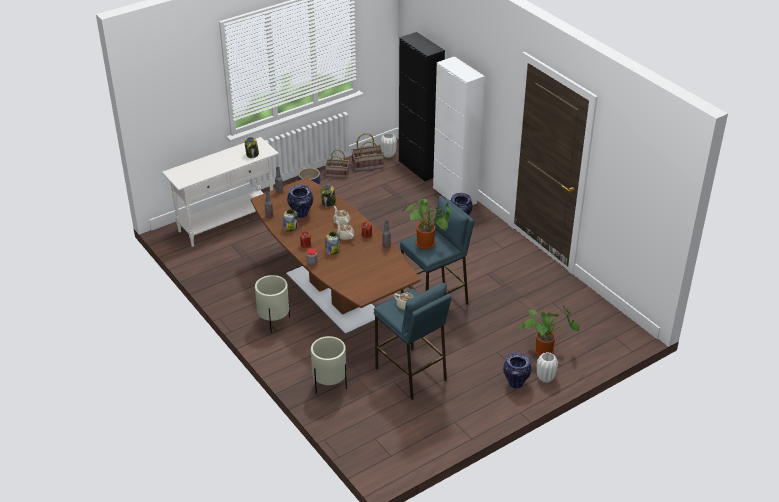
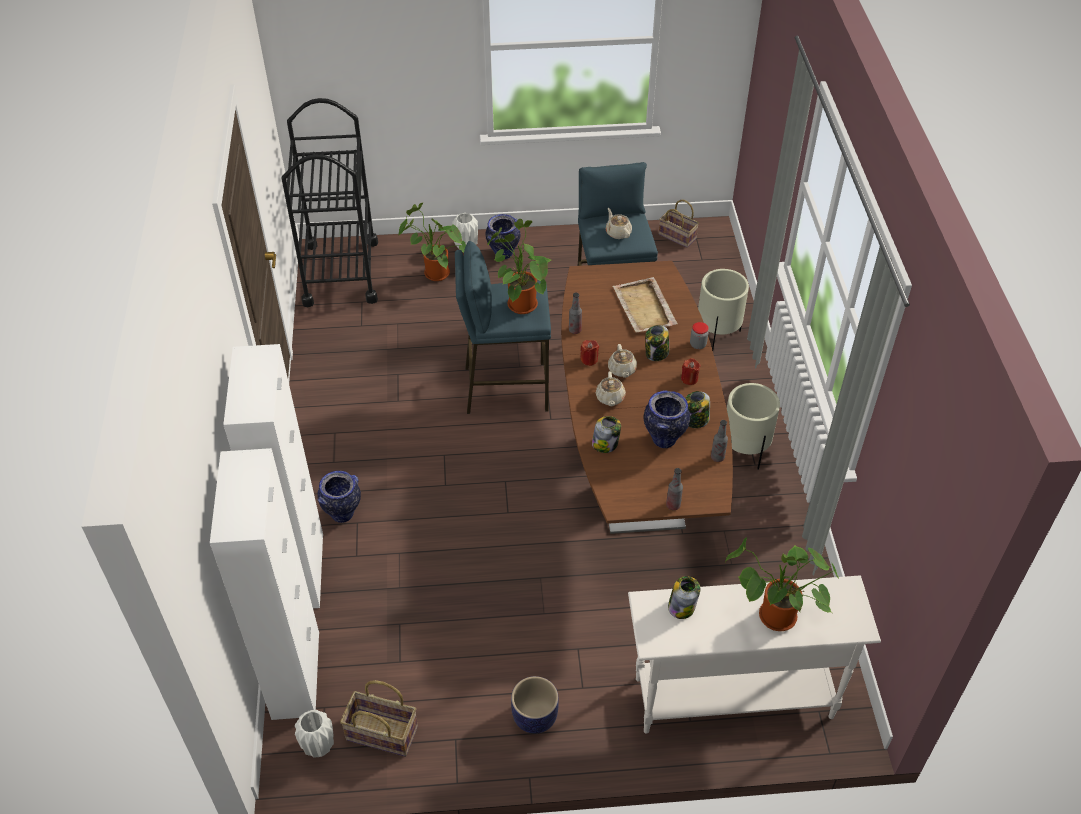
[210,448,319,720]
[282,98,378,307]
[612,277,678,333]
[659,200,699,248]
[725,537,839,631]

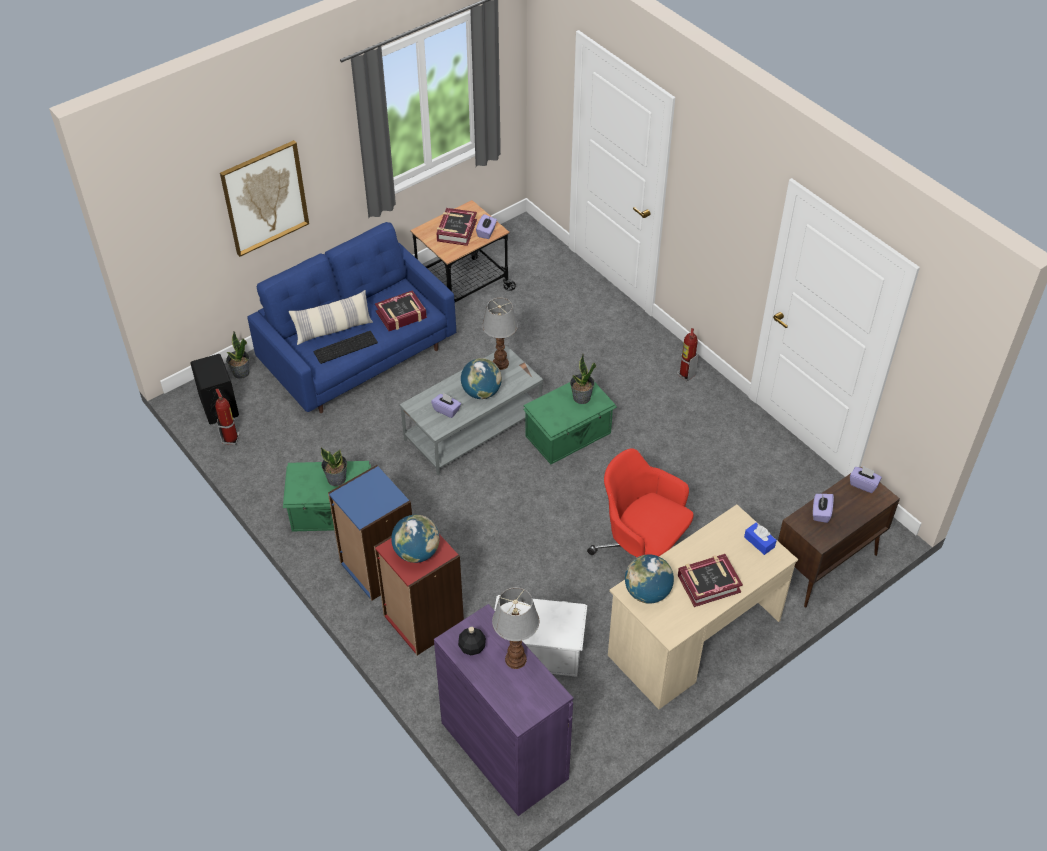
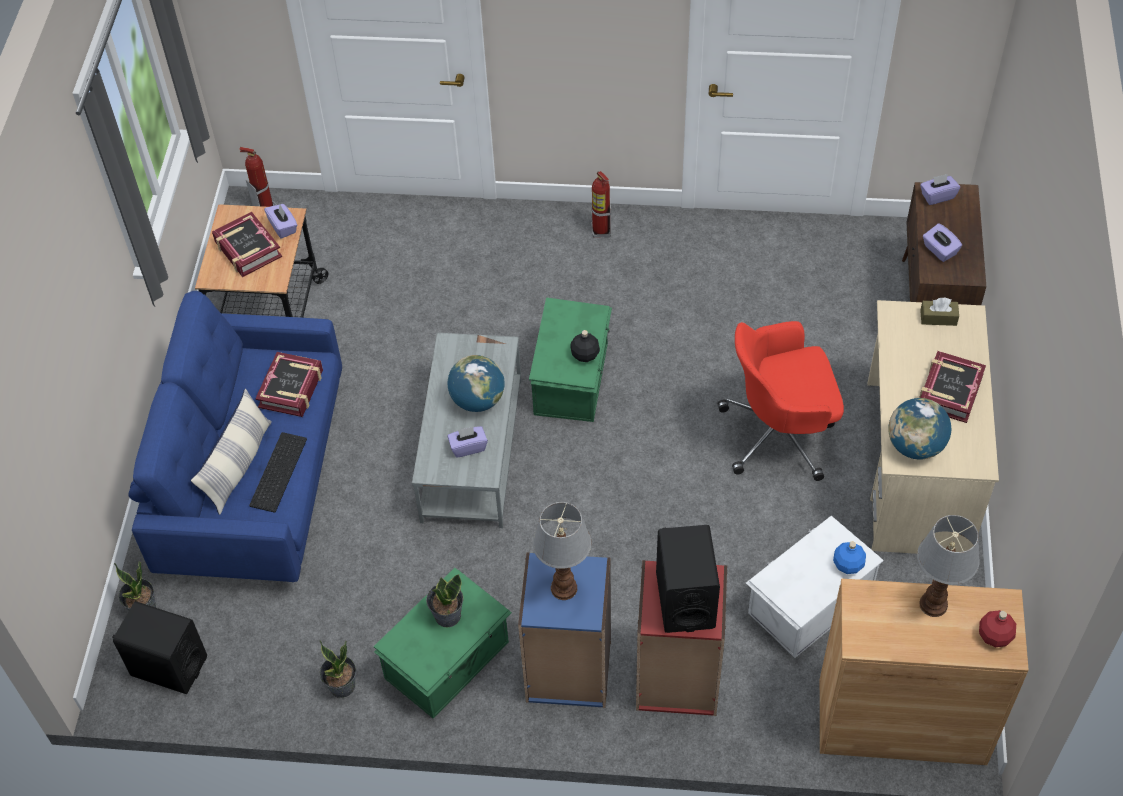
[239,147,277,207]
[320,640,356,698]
[533,502,591,600]
[570,330,600,362]
[656,525,720,633]
[820,579,1029,765]
[833,541,866,574]
[920,297,959,326]
[979,610,1016,647]
[220,140,309,257] (first image)

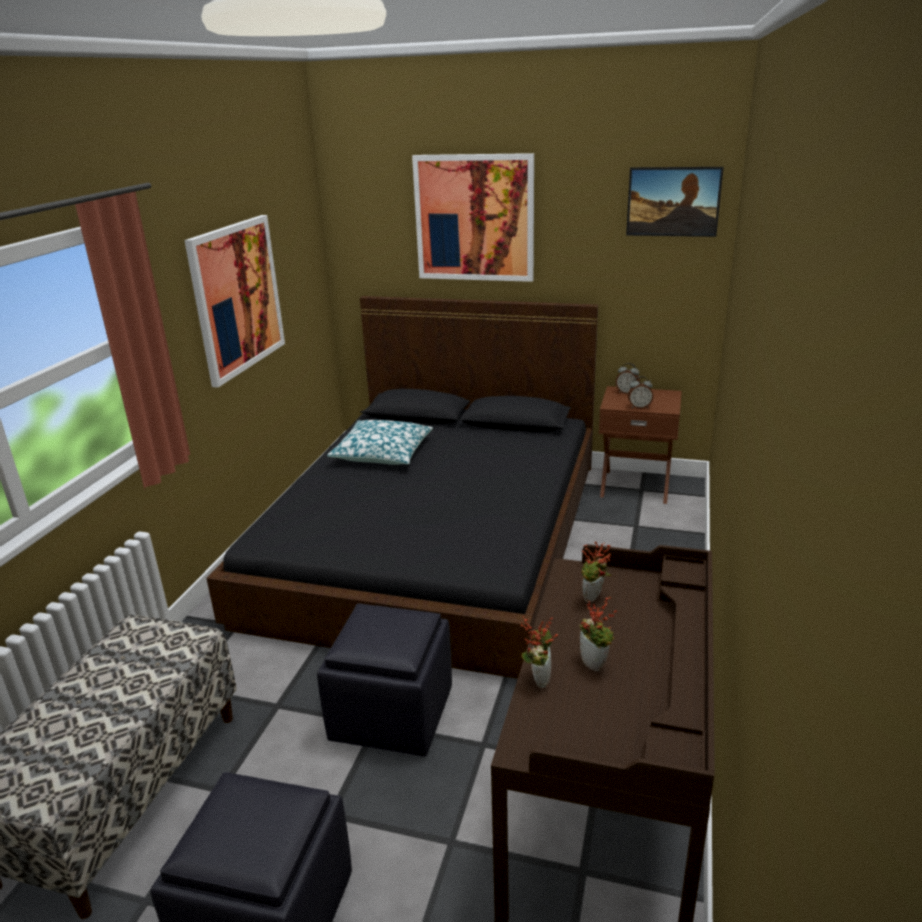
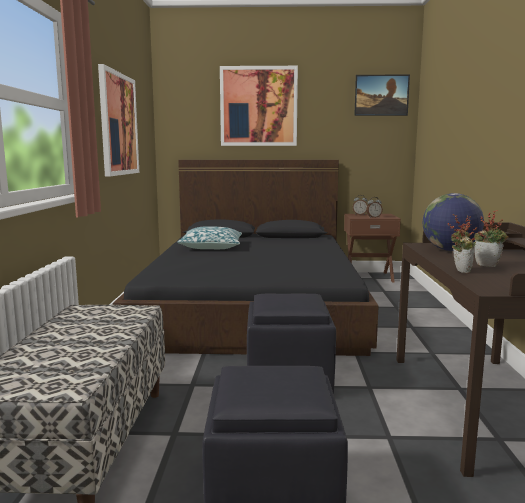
[423,193,484,251]

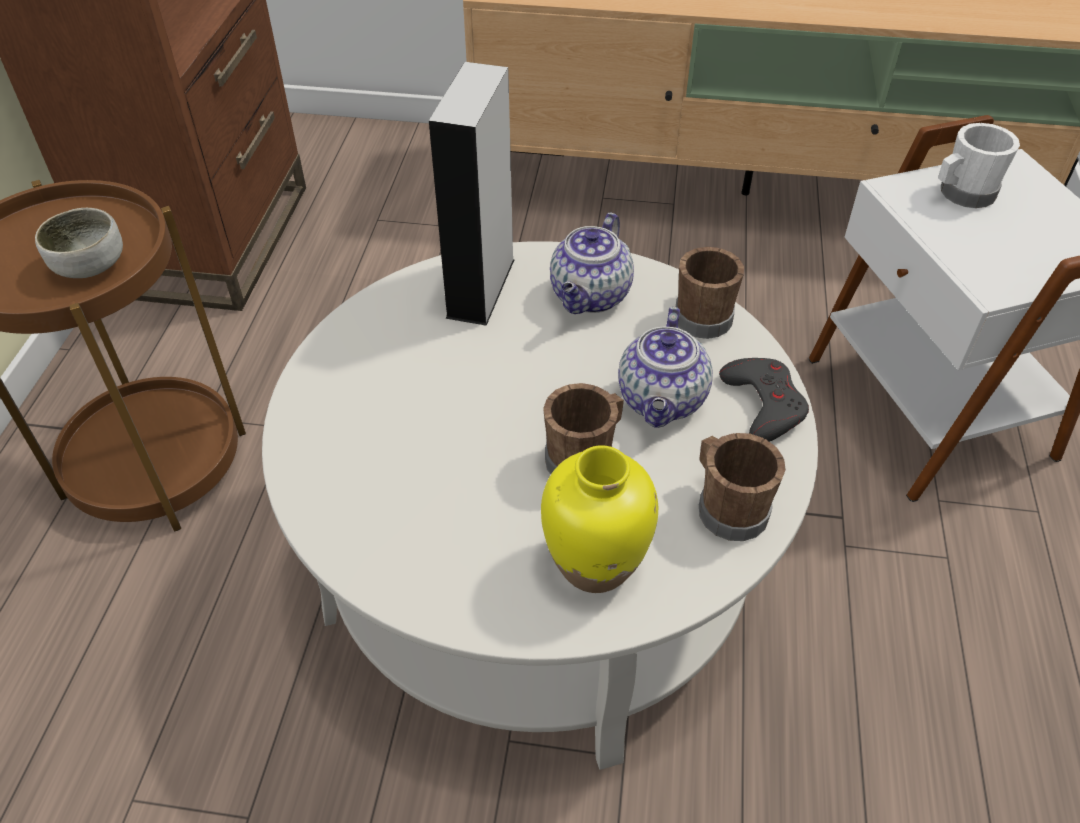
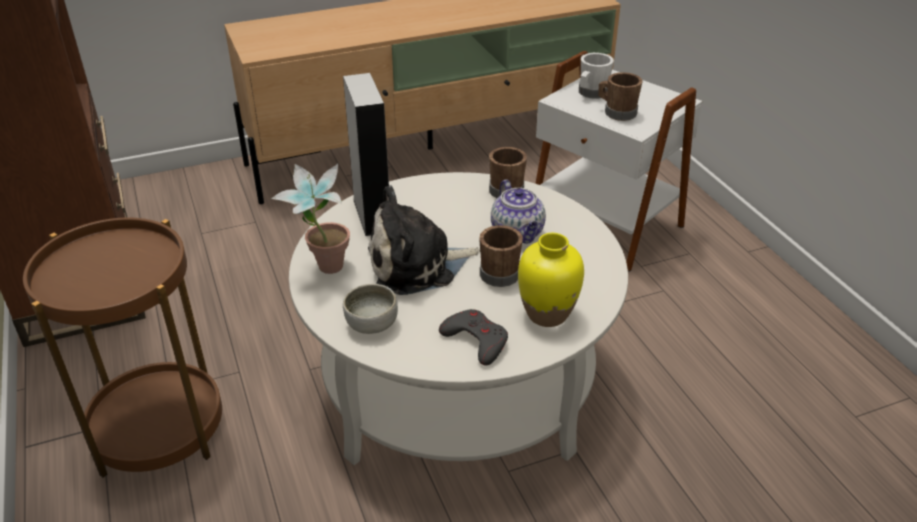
[271,163,350,274]
[343,284,398,334]
[368,185,480,295]
[439,309,508,365]
[598,72,643,121]
[550,213,634,314] (first image)

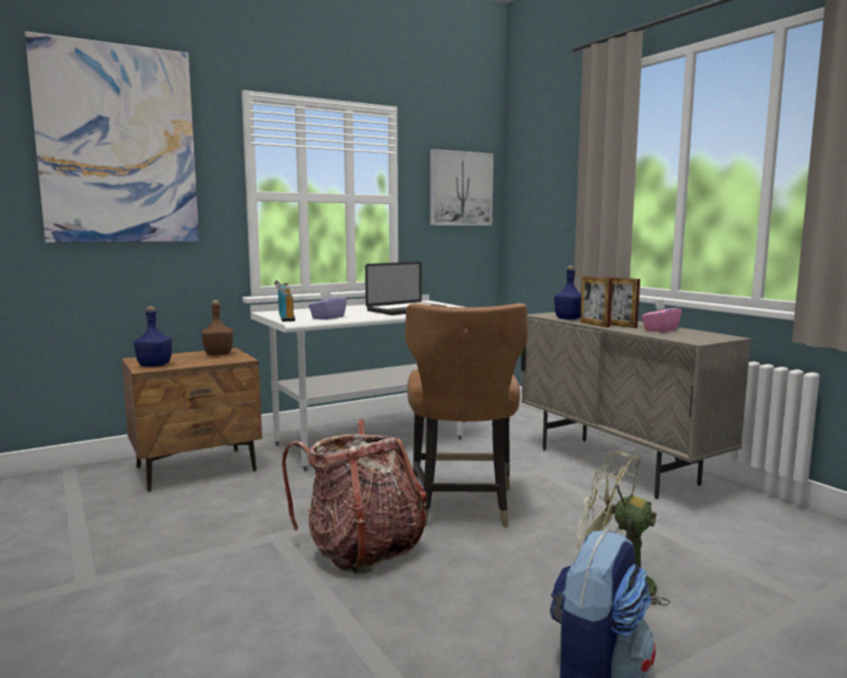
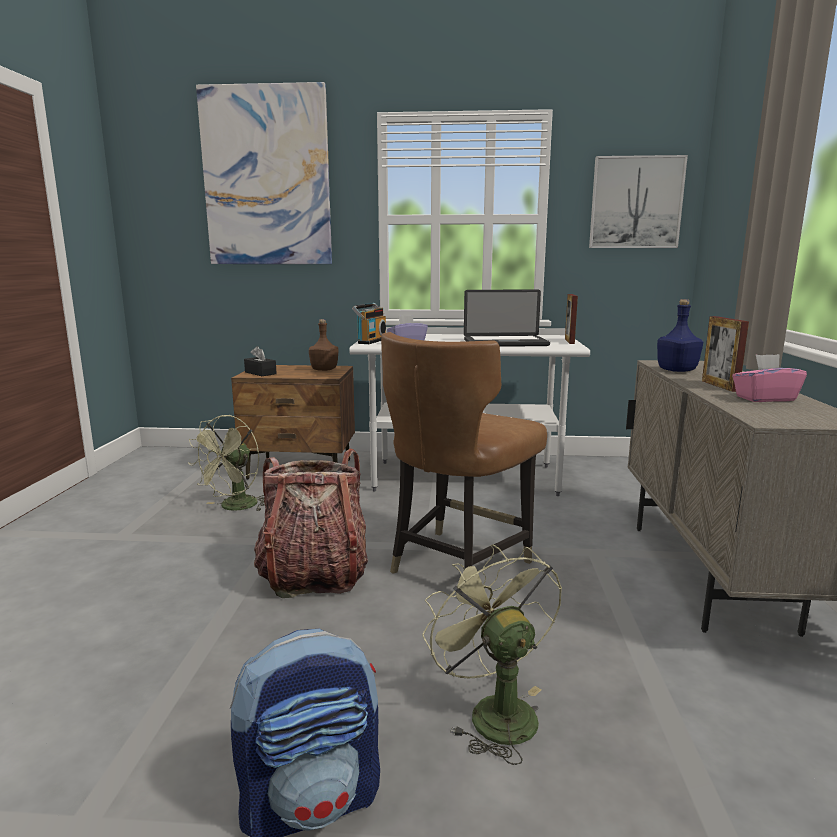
[188,415,265,511]
[244,346,277,376]
[565,294,578,344]

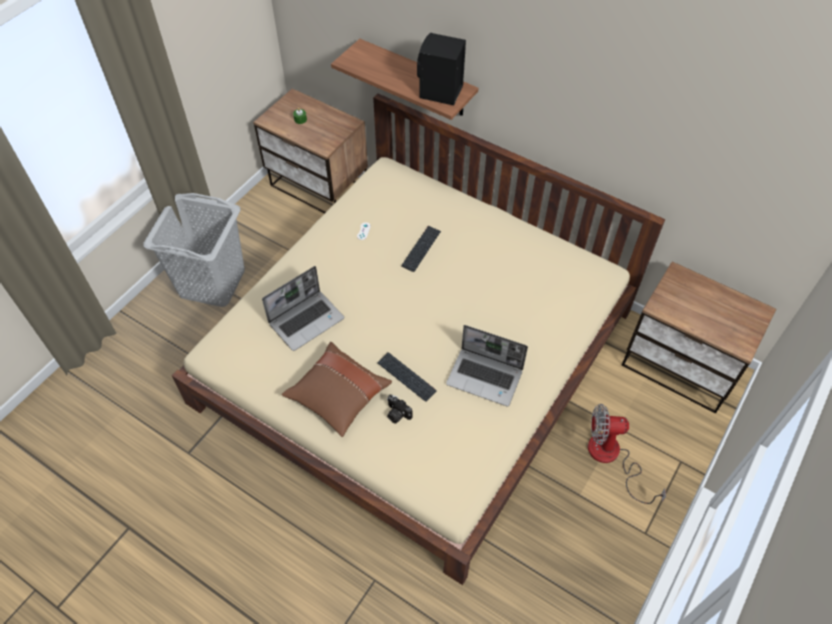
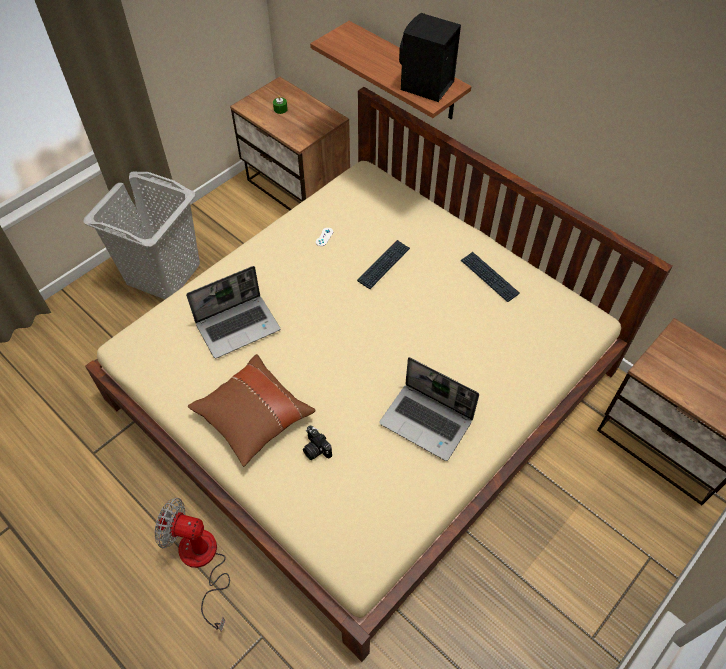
[155,498,230,632]
[461,252,520,302]

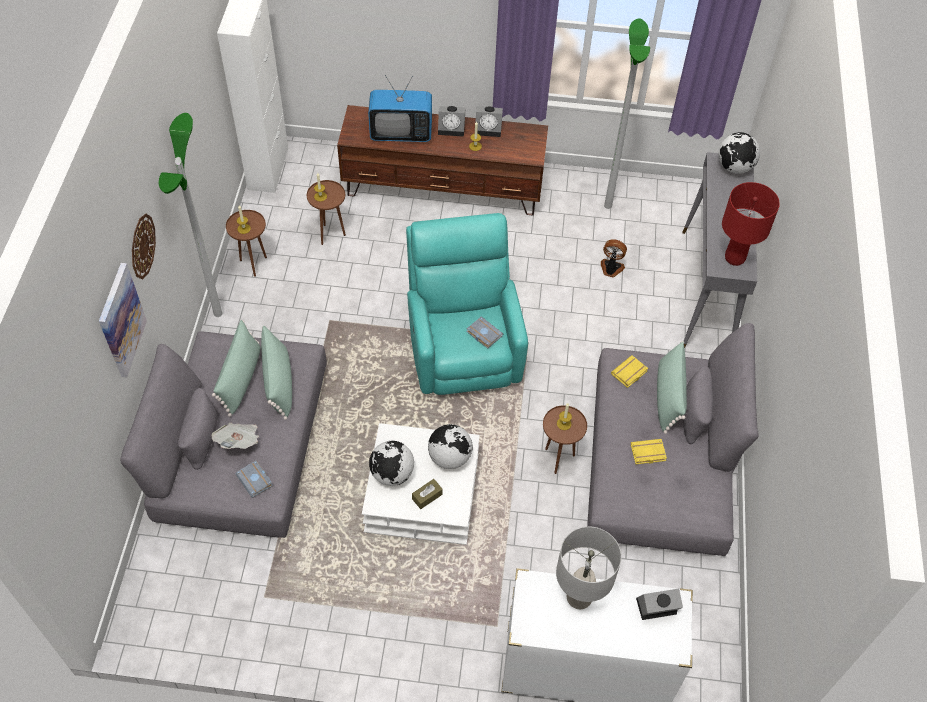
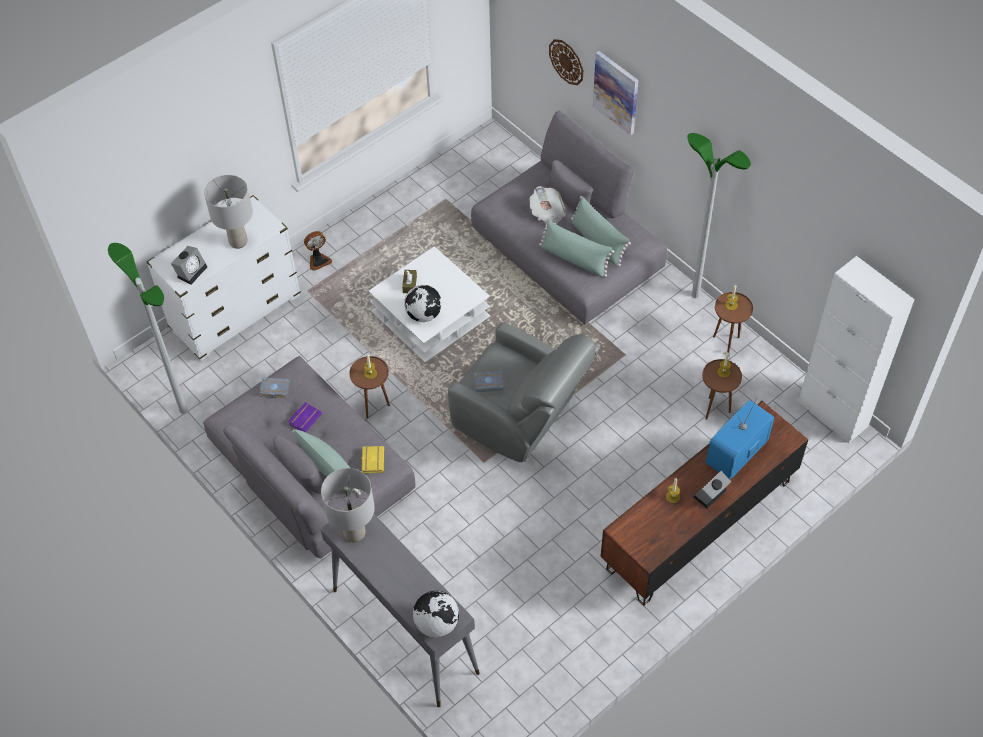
[108,243,188,414]
[259,377,290,398]
[288,402,322,432]
[304,231,332,271]
[321,468,375,542]
[448,322,600,462]
[549,39,583,85]
[369,441,414,486] (first image)
[476,106,503,137] (first image)

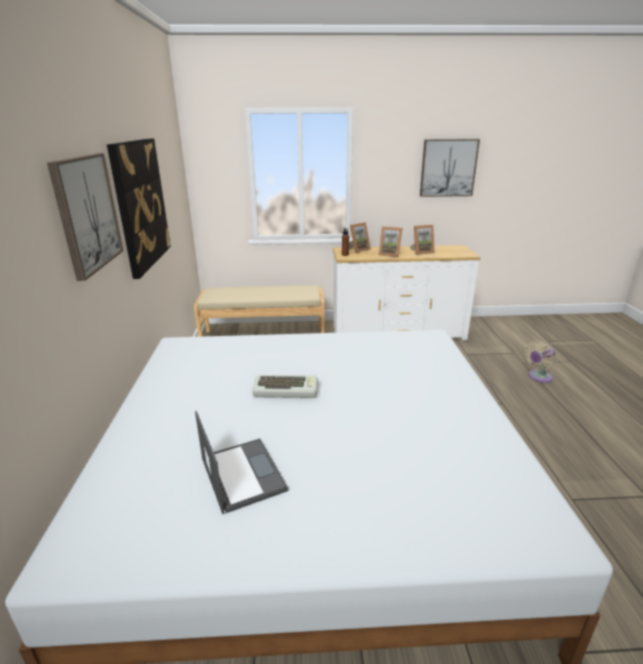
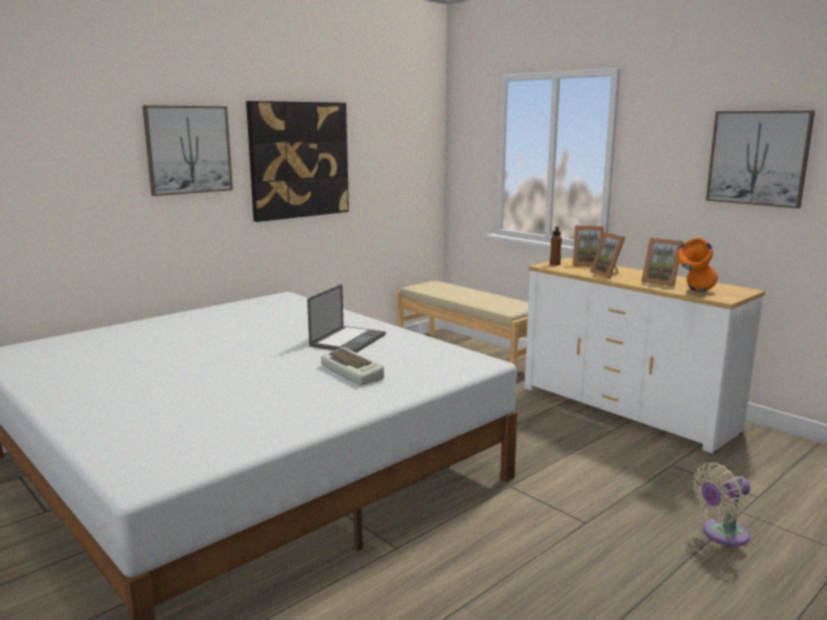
[307,284,386,353]
[321,347,384,385]
[677,238,718,292]
[692,462,750,546]

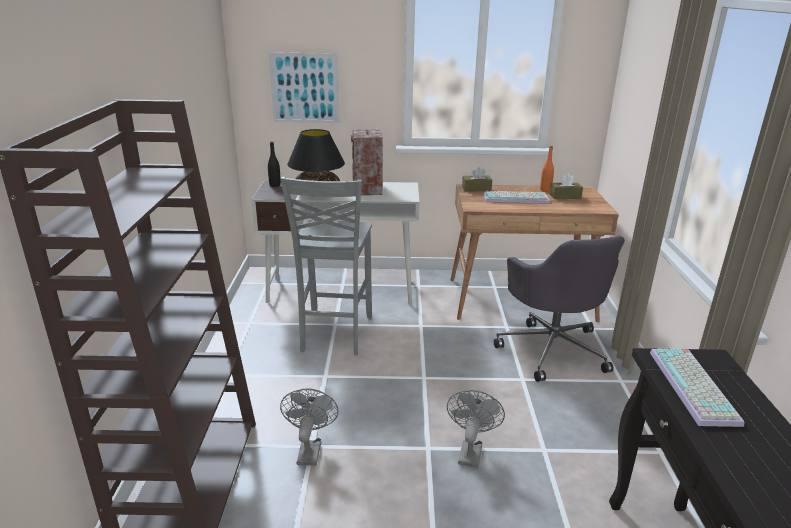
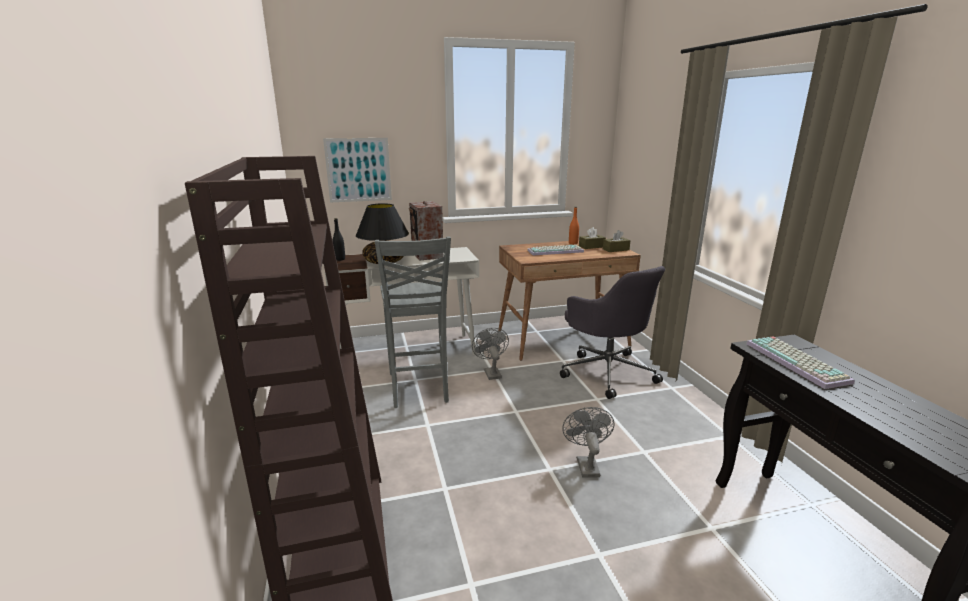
[472,328,509,380]
[603,230,631,252]

